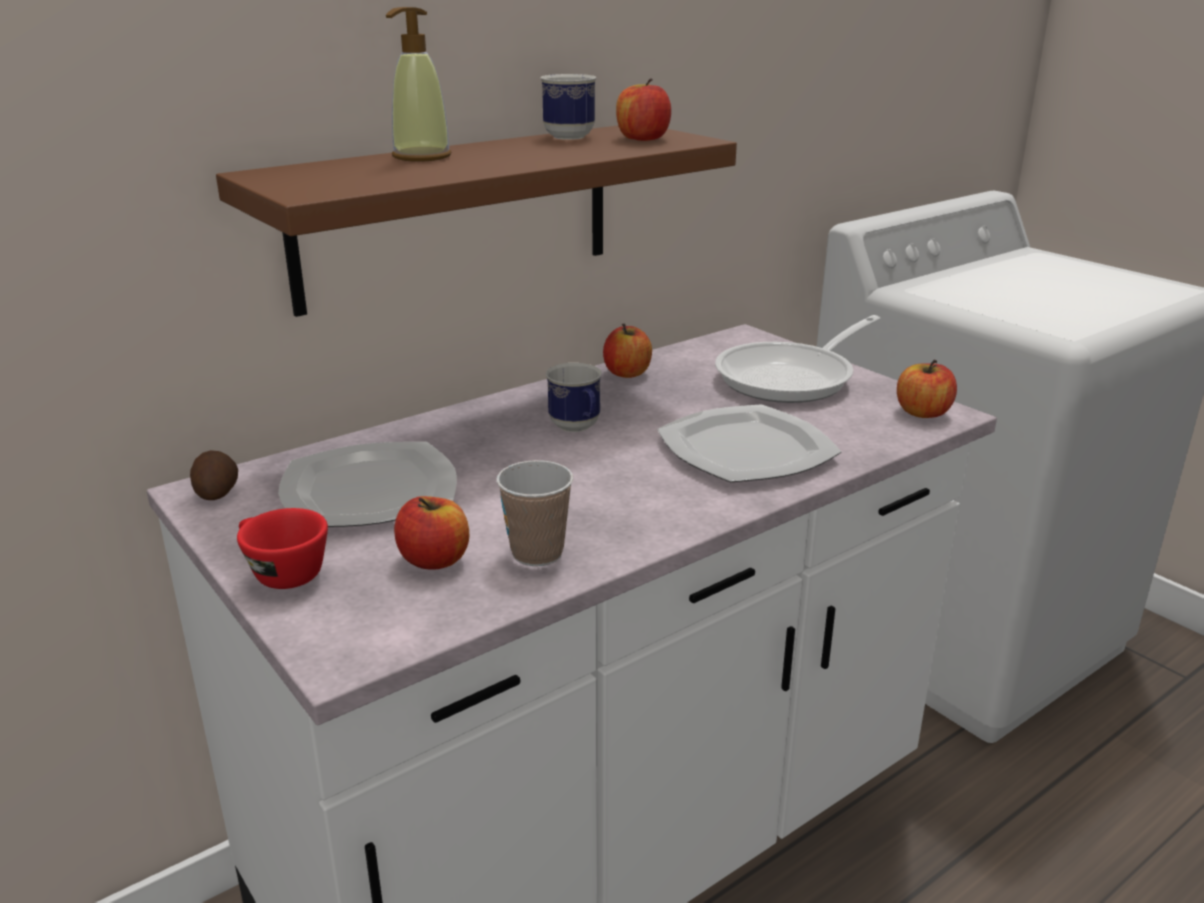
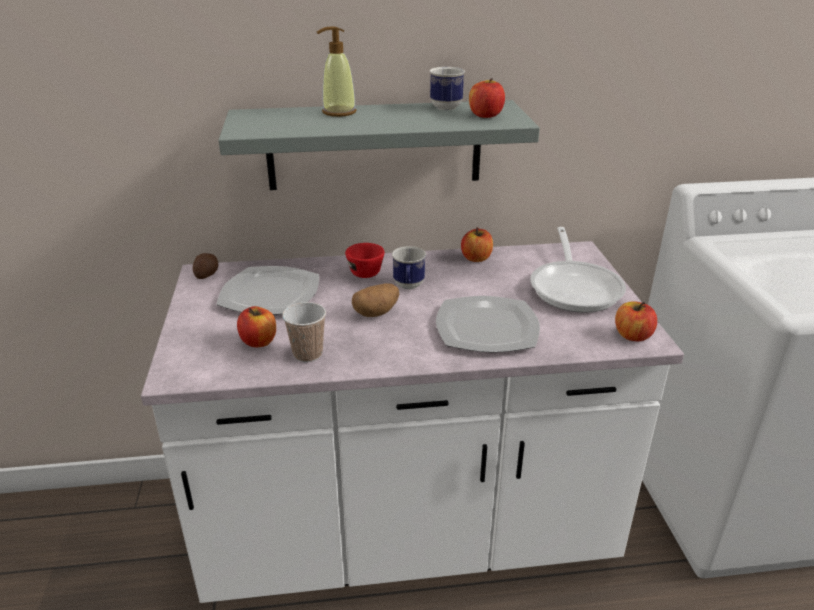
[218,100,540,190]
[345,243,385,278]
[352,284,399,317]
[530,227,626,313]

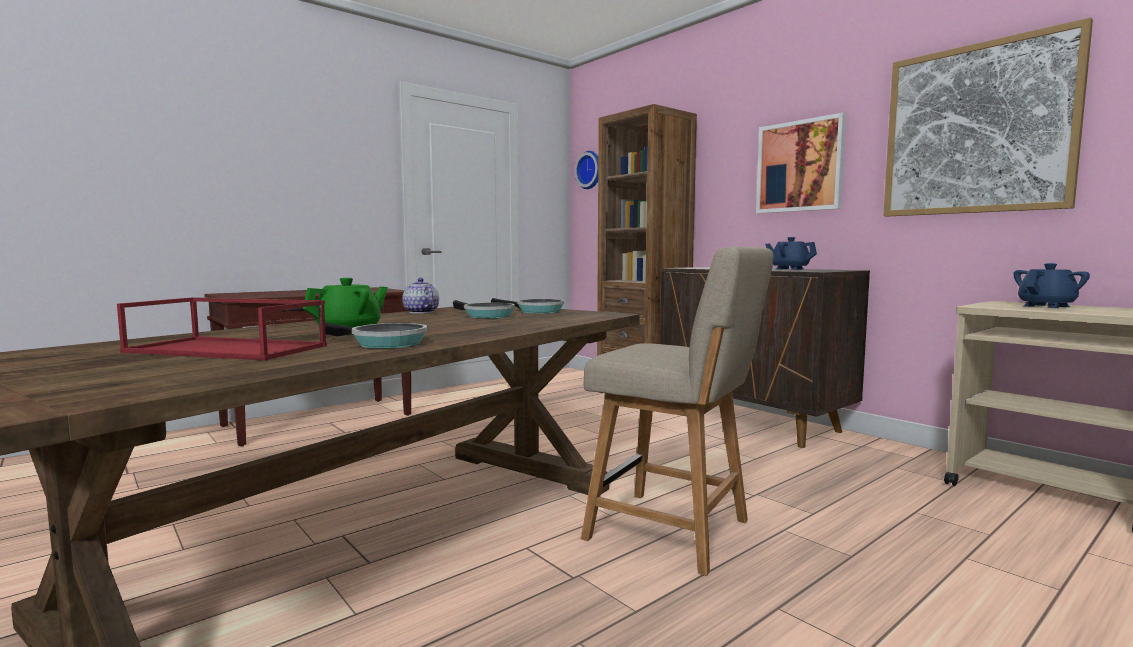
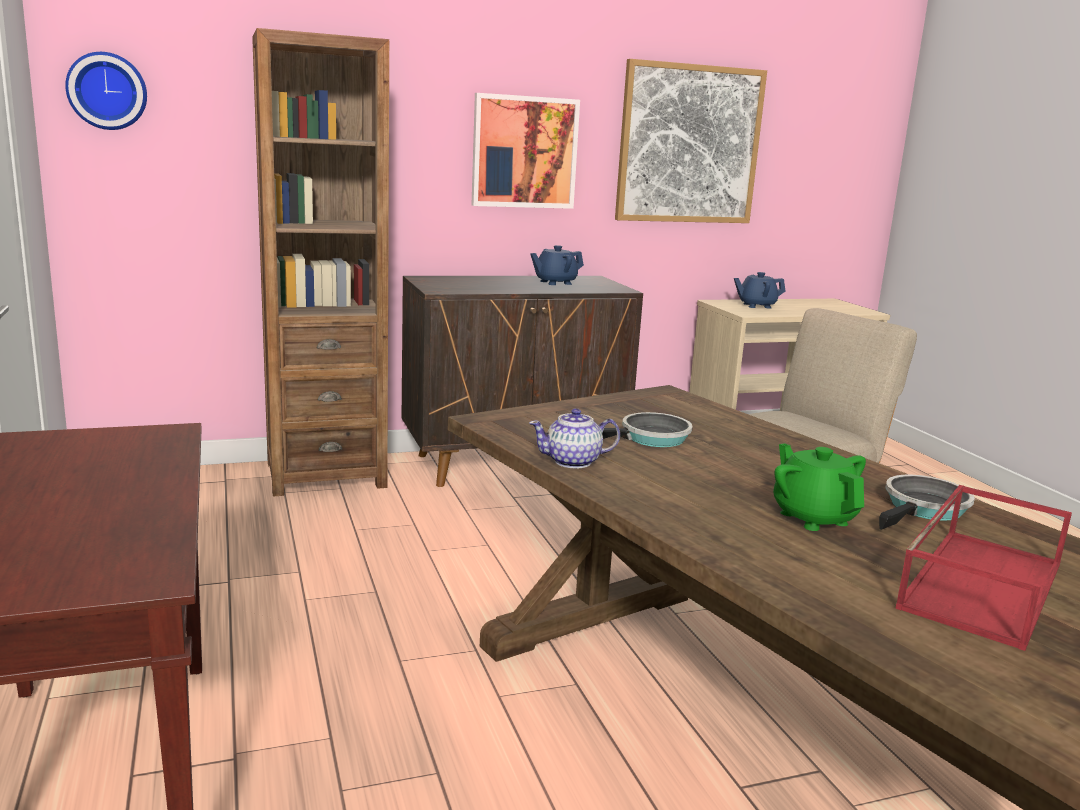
[734,272,785,309]
[491,298,564,313] (first image)

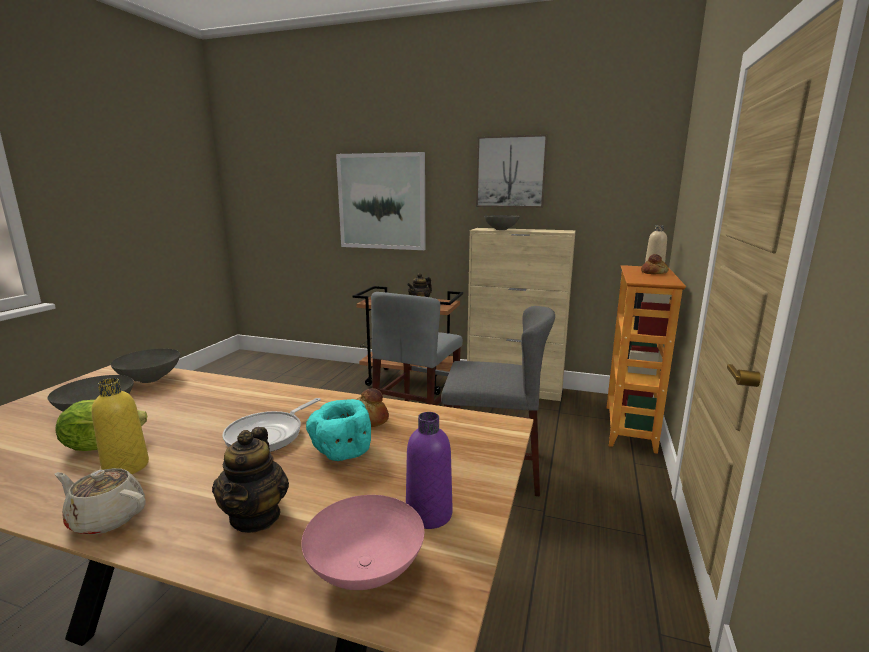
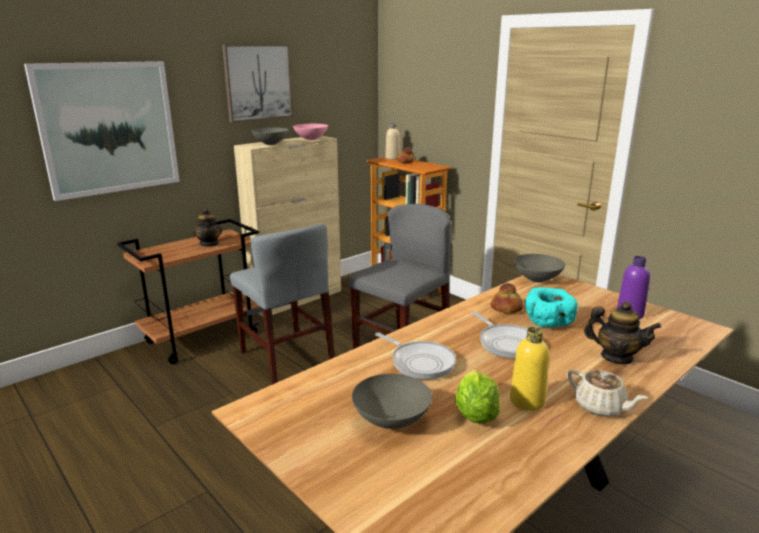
[293,124,328,140]
[375,333,456,380]
[514,254,565,283]
[567,370,648,417]

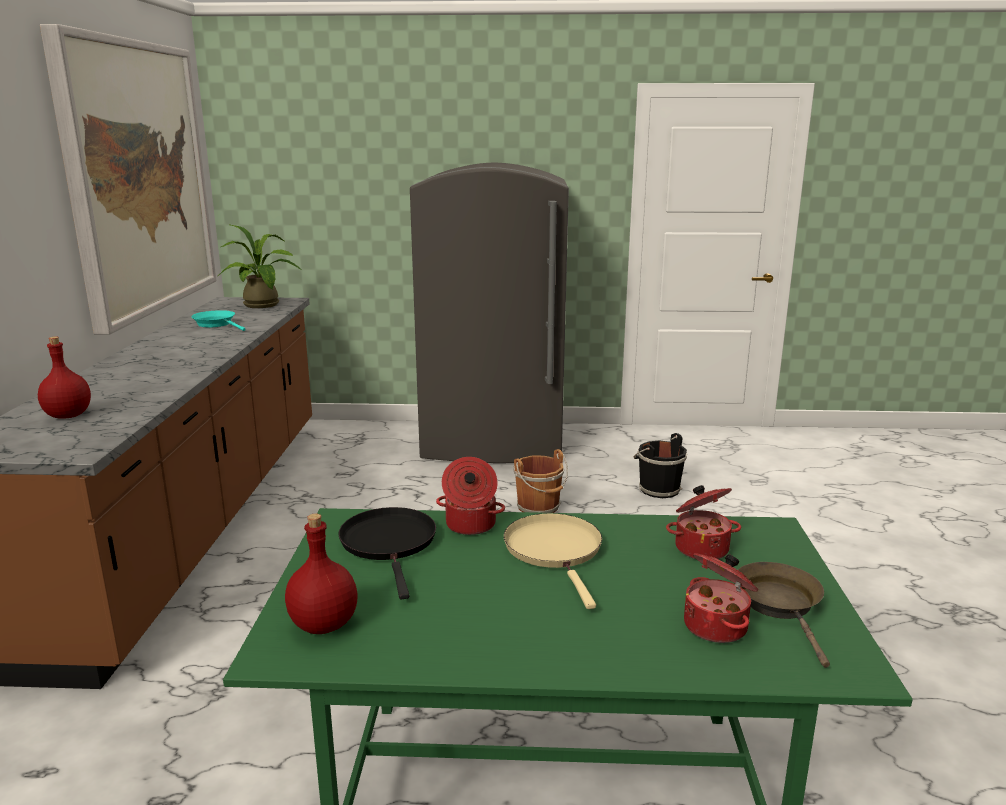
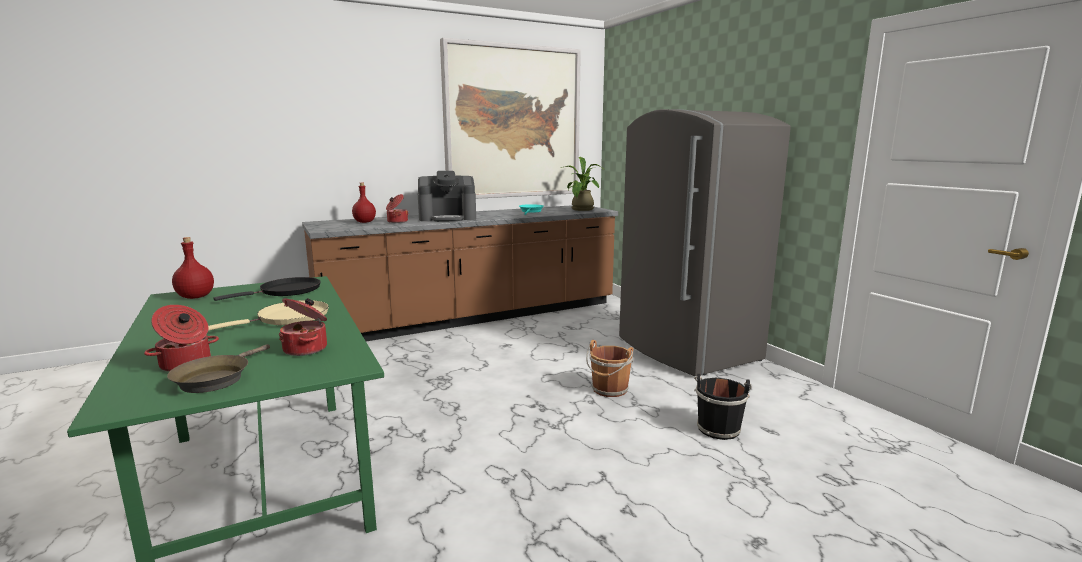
[167,344,270,393]
[386,194,409,223]
[418,171,476,222]

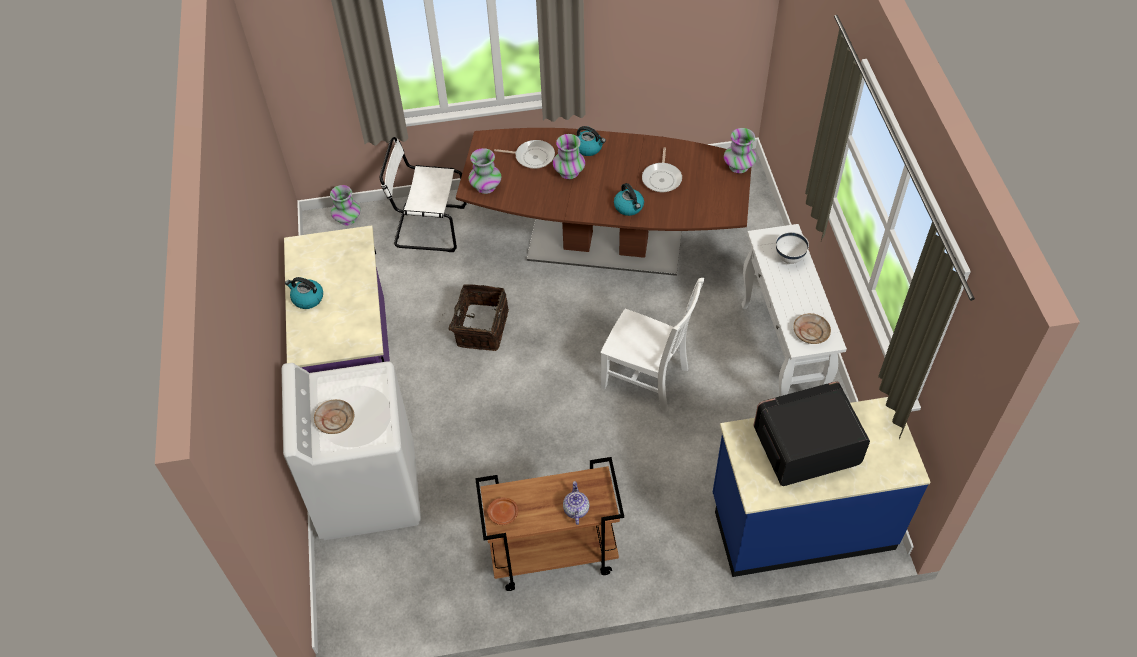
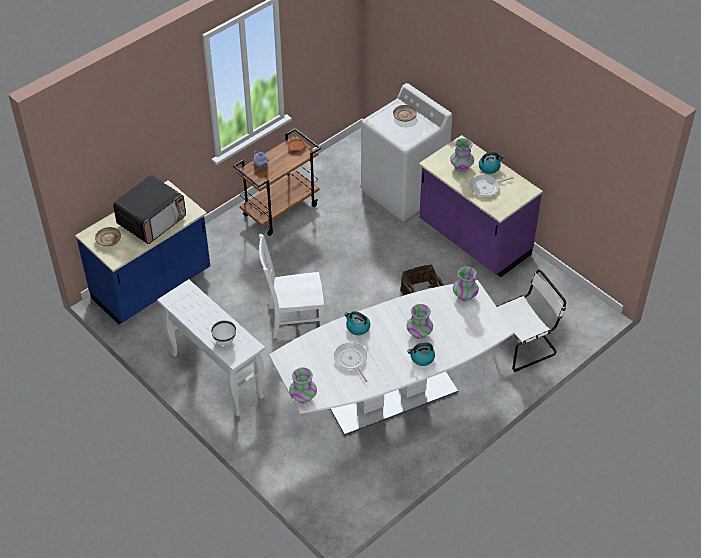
[95,227,121,247]
[269,280,514,435]
[450,138,474,172]
[470,175,513,196]

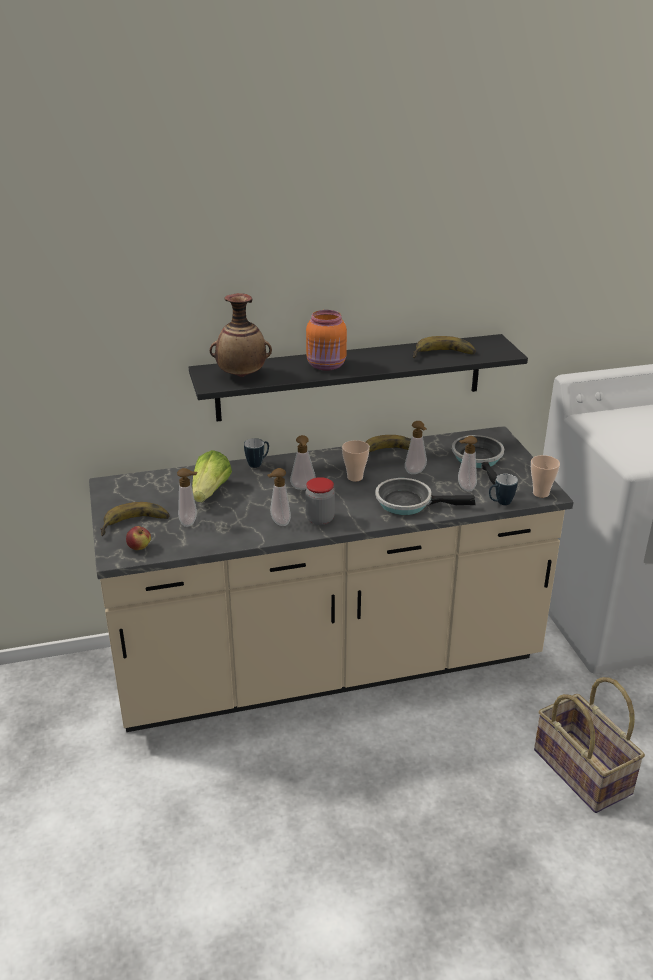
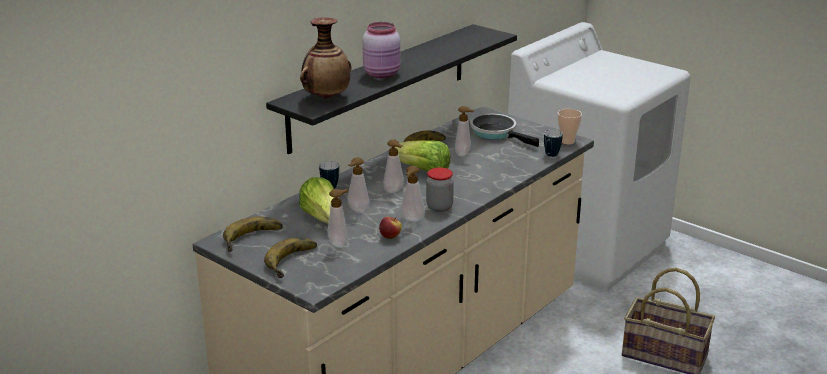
[223,216,283,252]
[347,157,370,213]
[362,22,401,78]
[379,217,402,239]
[395,140,450,172]
[375,478,476,515] (first image)

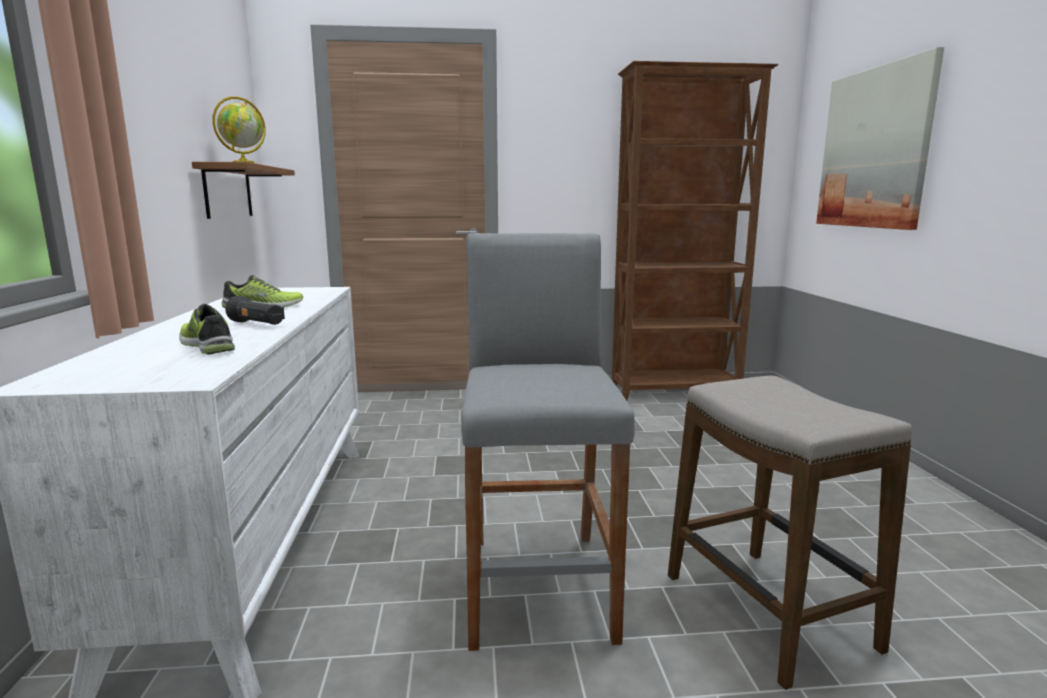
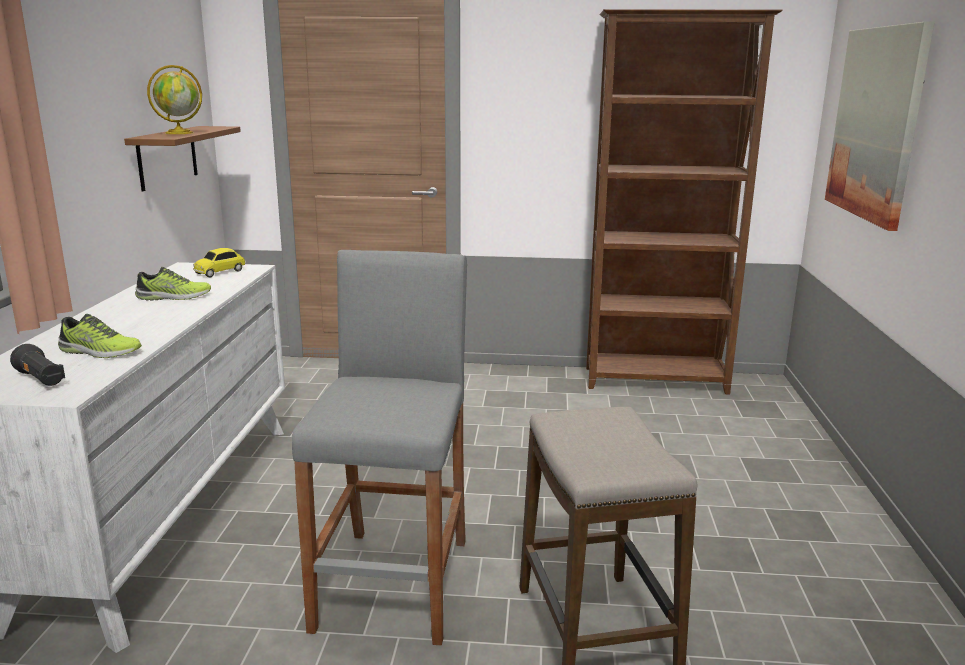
[10,344,65,386]
[58,314,142,358]
[193,248,246,277]

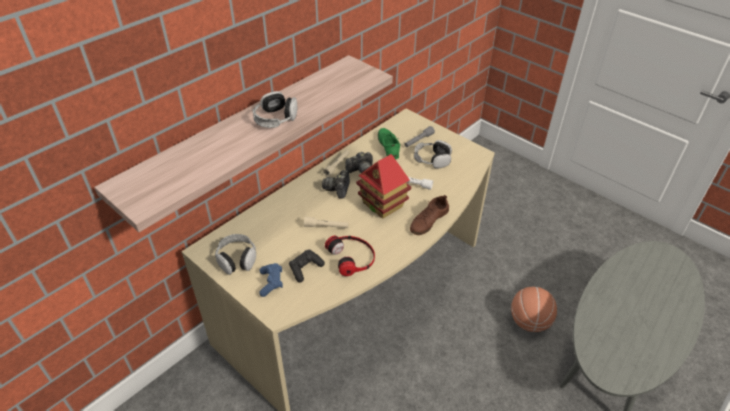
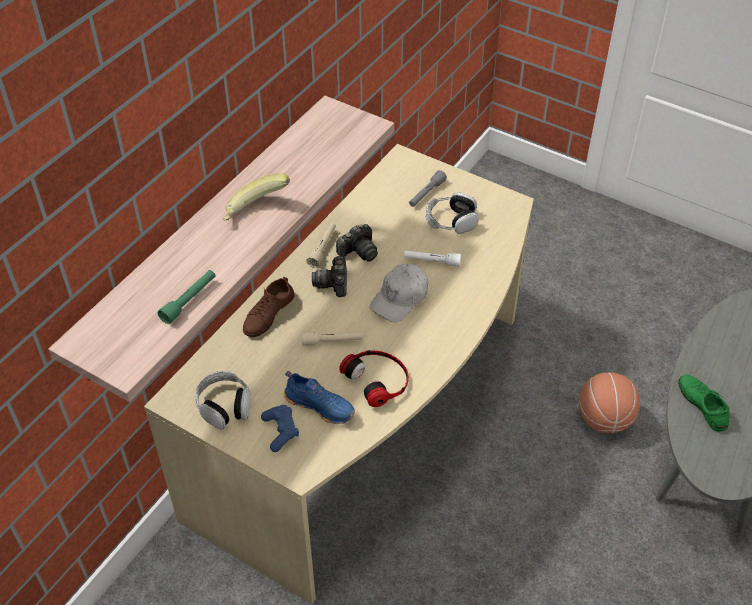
[158,270,215,324]
[223,173,290,221]
[243,277,295,337]
[284,371,355,424]
[370,264,428,322]
[678,375,730,432]

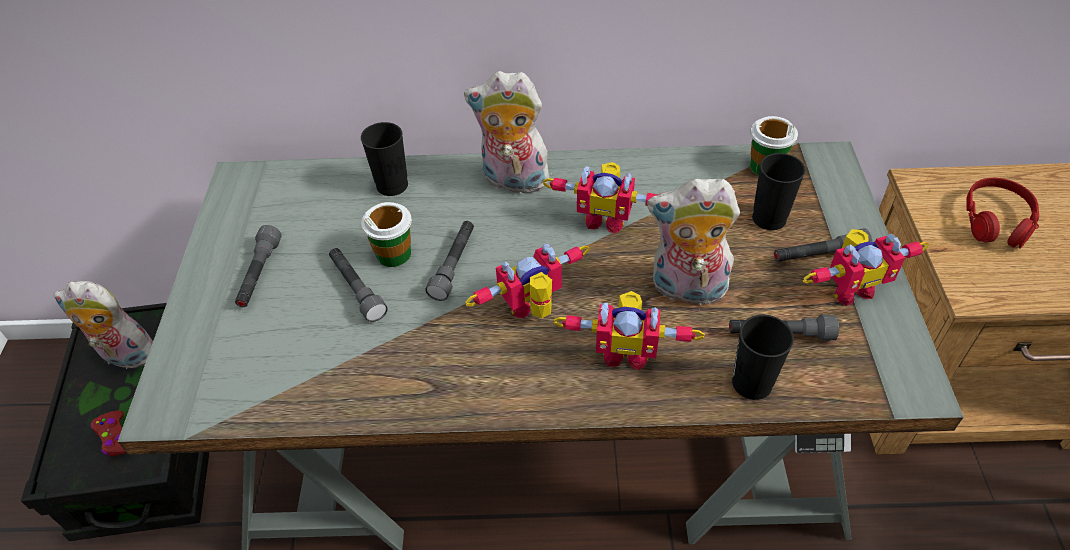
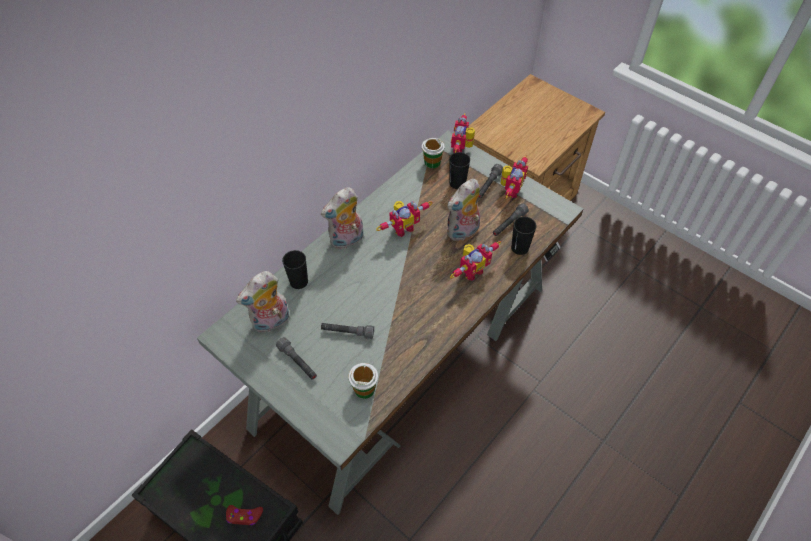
[236,271,289,333]
[349,363,378,399]
[451,113,475,153]
[425,221,474,301] (first image)
[966,178,1039,249] (first image)

